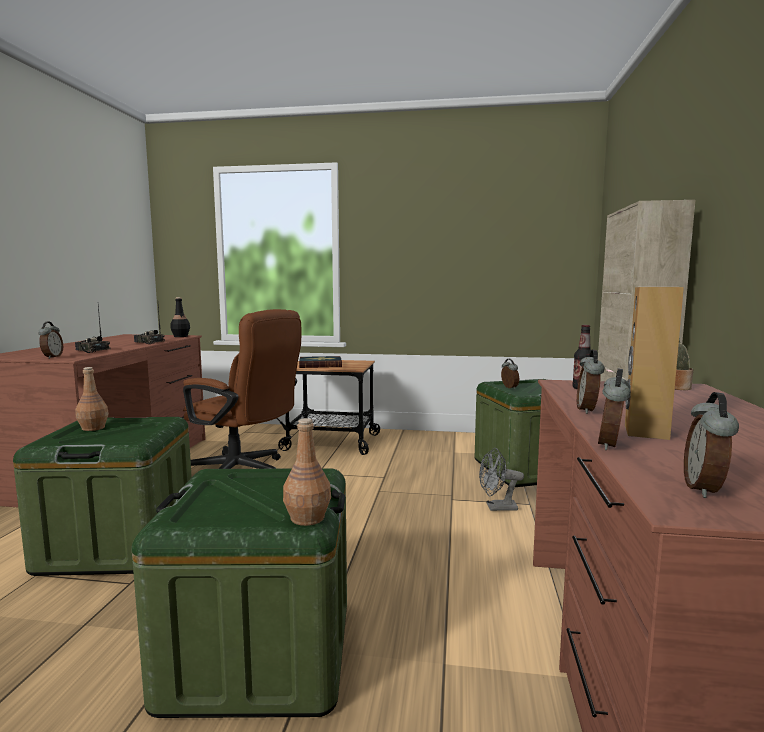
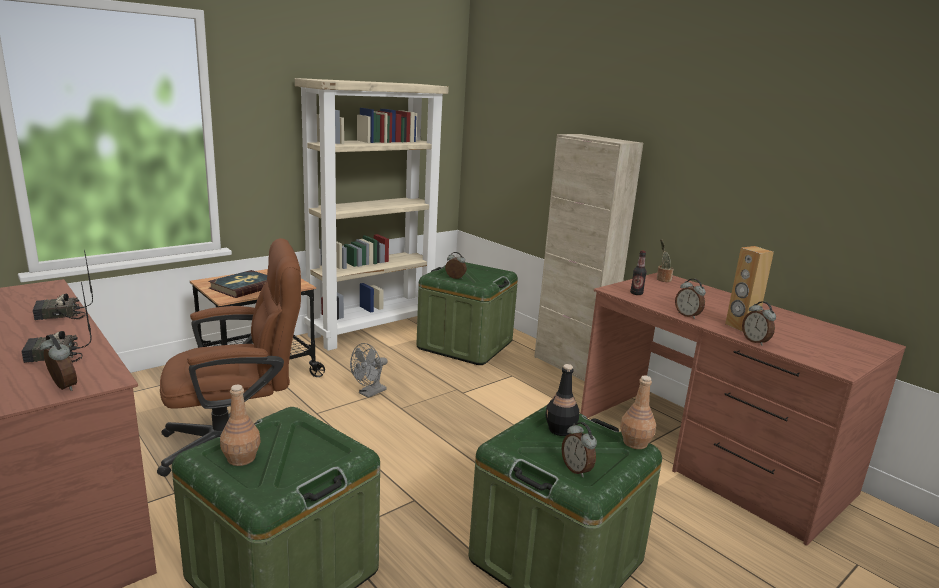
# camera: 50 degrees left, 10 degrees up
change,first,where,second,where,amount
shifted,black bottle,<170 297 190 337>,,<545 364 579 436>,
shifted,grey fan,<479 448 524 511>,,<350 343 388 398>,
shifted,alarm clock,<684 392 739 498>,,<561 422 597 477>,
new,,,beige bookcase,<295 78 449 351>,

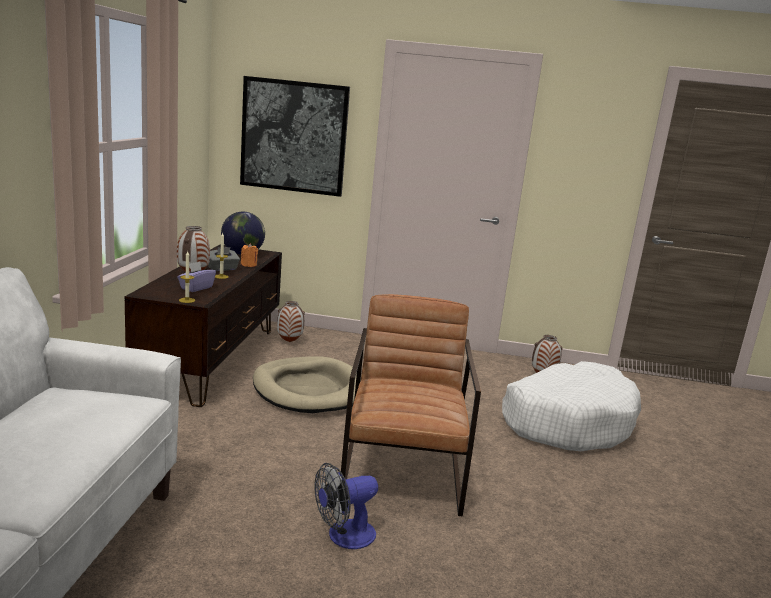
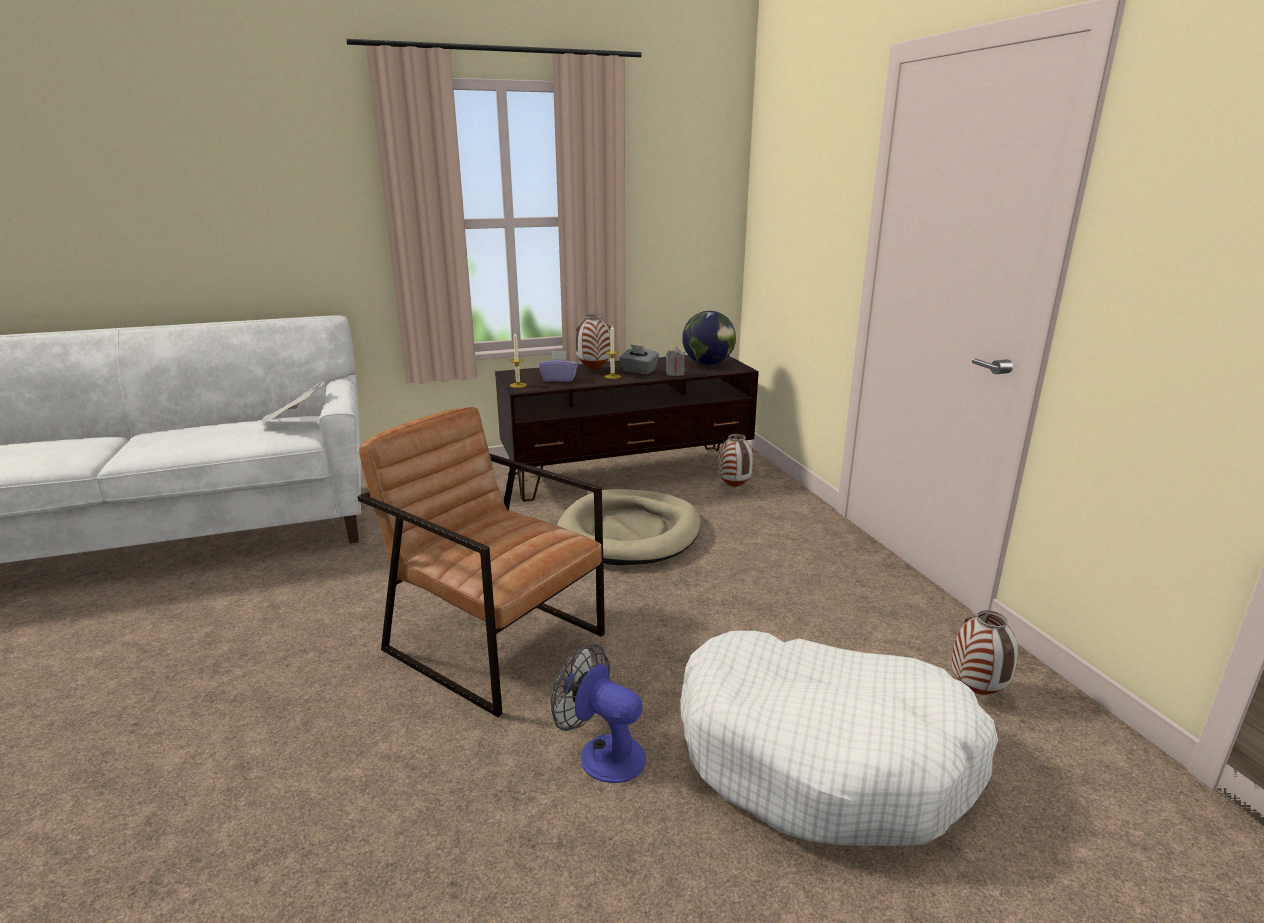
# camera: 65 degrees right, 5 degrees up
change,first,where,second,where,amount
gone,picture,<240 76 350 197>,,,
repainted,orange candle,<241 243 258 267>,grey candle,<666 347 685 376>,
shifted,fan,<314 463 378 549>,,<551 644 646 783>,
rotated,brown armchair,<341 294 481 516>,,<358 407 605 717>,120 degrees counterclockwise
new,,,newspaper,<261 381 325 426>,

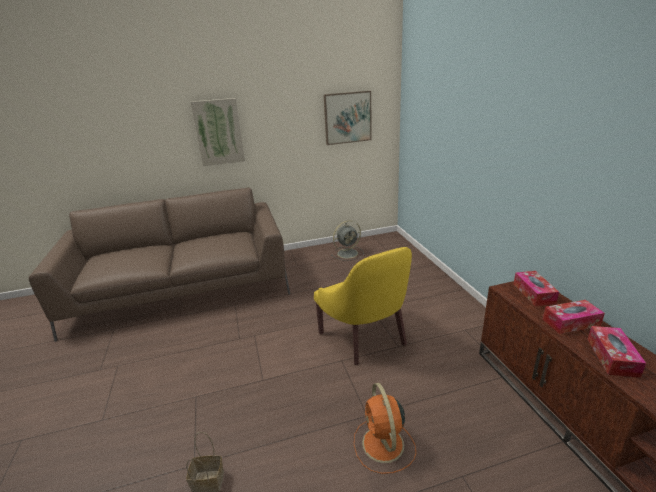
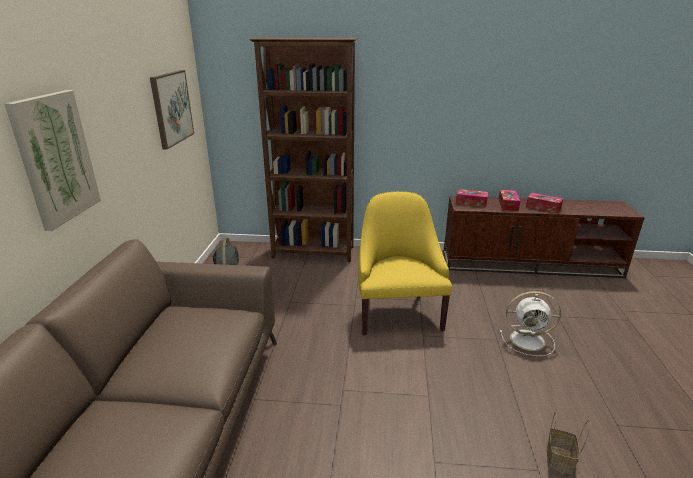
# camera: 70 degrees left, 0 degrees up
change,first,where,second,where,amount
rotated,yellow armchair,<314 247 412 365>,,<358 191 452 335>,90 degrees counterclockwise
repainted,orange fan,<354 383 416 474>,white fan,<500 291 561 356>,
new,,,brown bookcase,<250 37 358 262>,

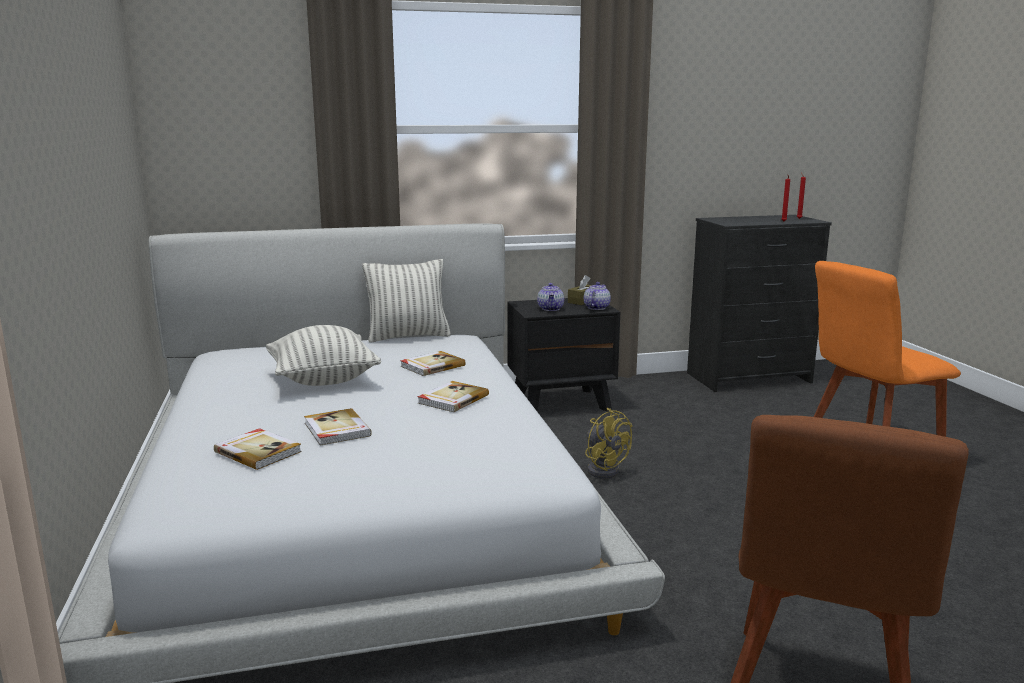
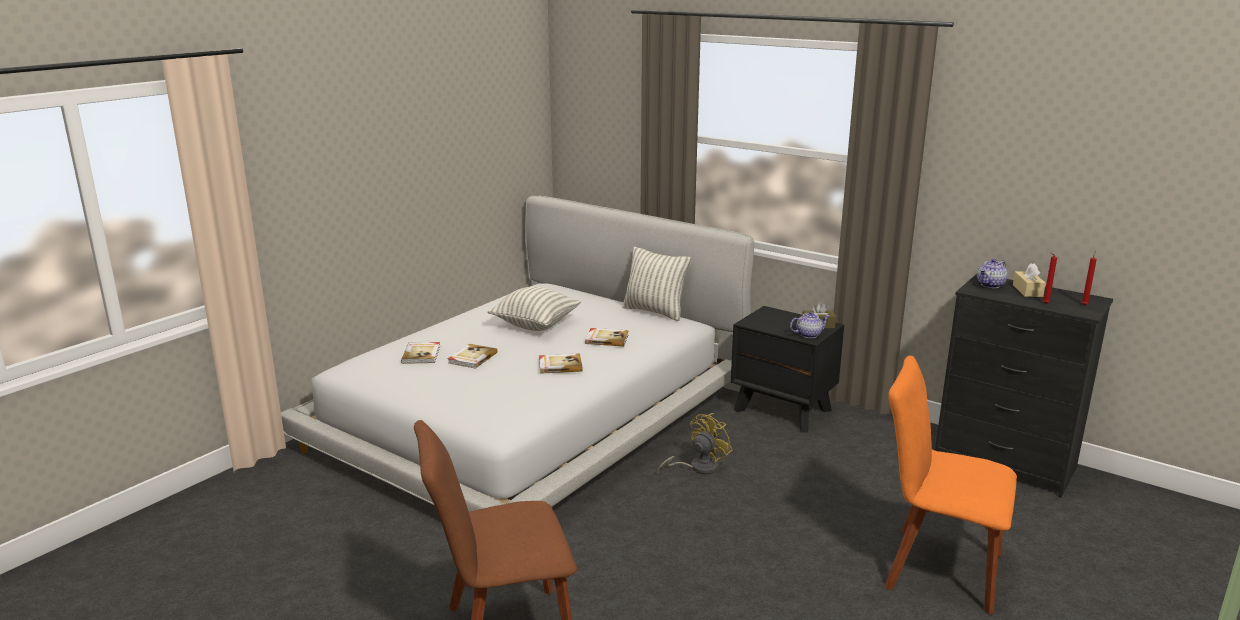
# camera: 50 degrees right, 5 degrees up
change,first,where,second,where,amount
shifted,teapot,<537 283 564 311>,,<977 259 1007 288>,
rotated,yellow fan,<585 408 632 479>,,<657 413 733 475>,150 degrees counterclockwise
new,,,beige tissue box,<1013 263 1046 297>,

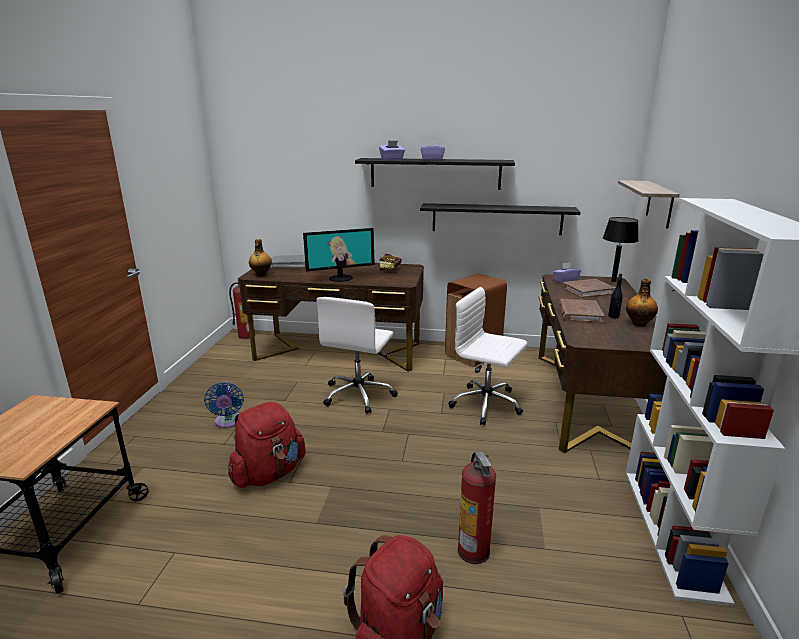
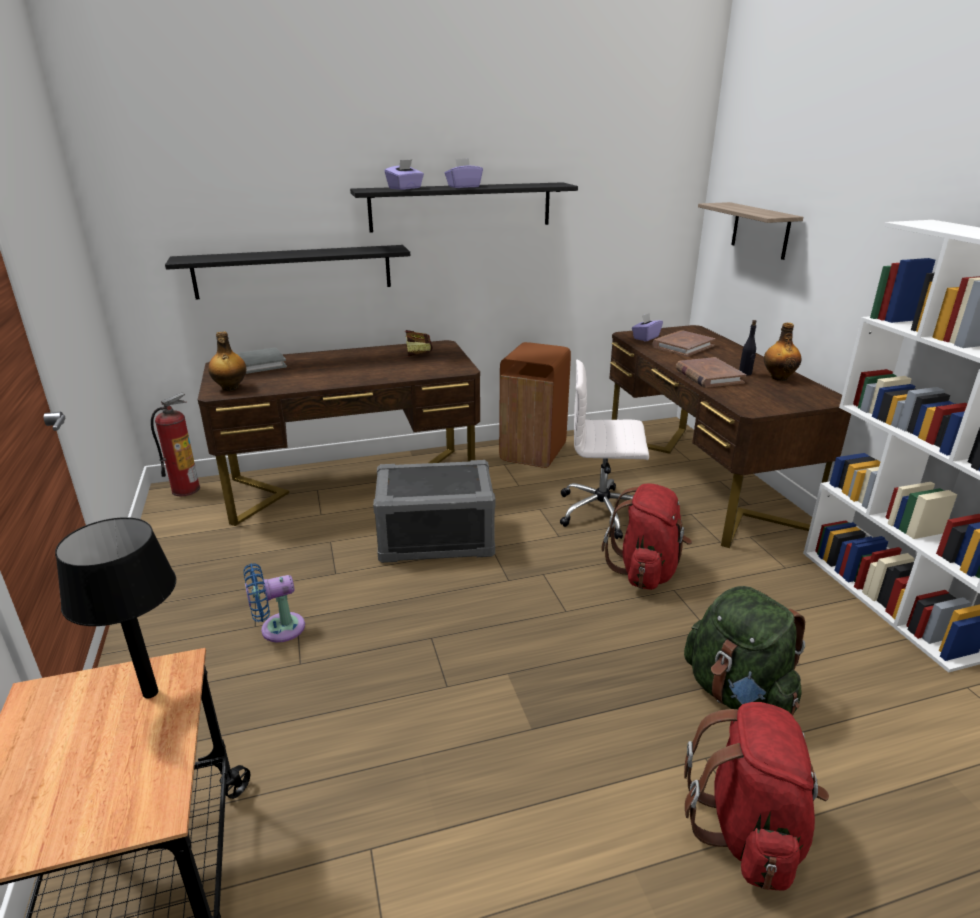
# camera: 25 degrees left, 5 degrees up
change,first,where,second,where,amount
rotated,blue fan,<204 382 244 428>,,<243 563 305 642>,105 degrees clockwise
shifted,red backpack,<228 402 306 488>,,<602 484 692 590>,
gone,monitor,<303 228 375 282>,,,
swapped,white office chair,<317 297 398 414>,grey storage box,<373 460 496 563>,
shifted,black shelf,<420 203 581 235>,,<165 245 410 300>,
swapped,fire extinguisher,<457 452 496 564>,green backpack,<684 586 805 716>,
shifted,black table lamp,<603 217 639 282>,,<55 517 176 699>,

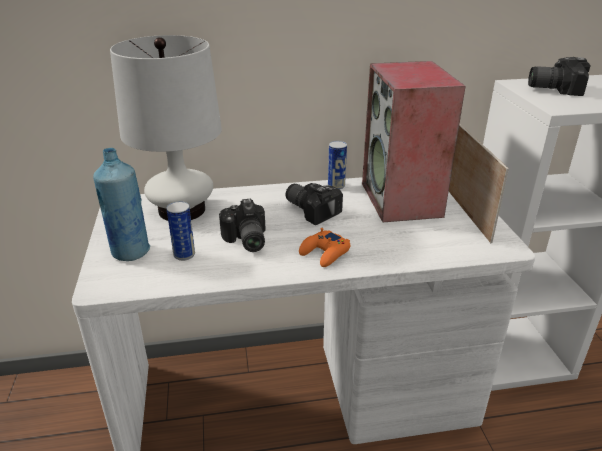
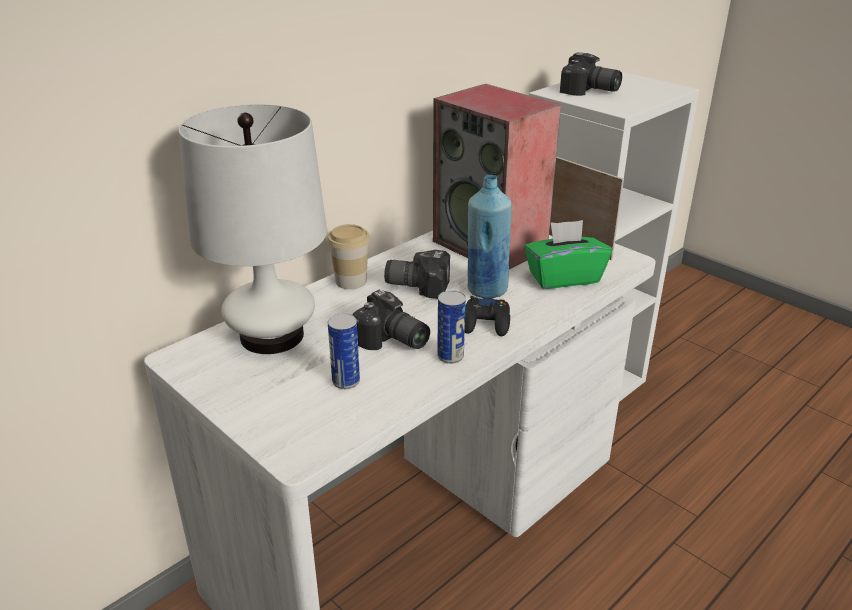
# camera: 35 degrees left, 0 degrees up
change,first,where,second,where,amount
shifted,blue bottle,<93 148 150 261>,,<468 175 512 298>,
repainted,orange game controller,<299 228 351 267>,black game controller,<465 296 510 336>,
shifted,can,<328 141 347 190>,,<437 291 466 364>,
rotated,photo camera,<528 57 591 96>,,<560 52 622 96>,120 degrees counterclockwise
new,,,cup,<327 224 370 289>,
new,,,green tissue box,<524 220 612 289>,

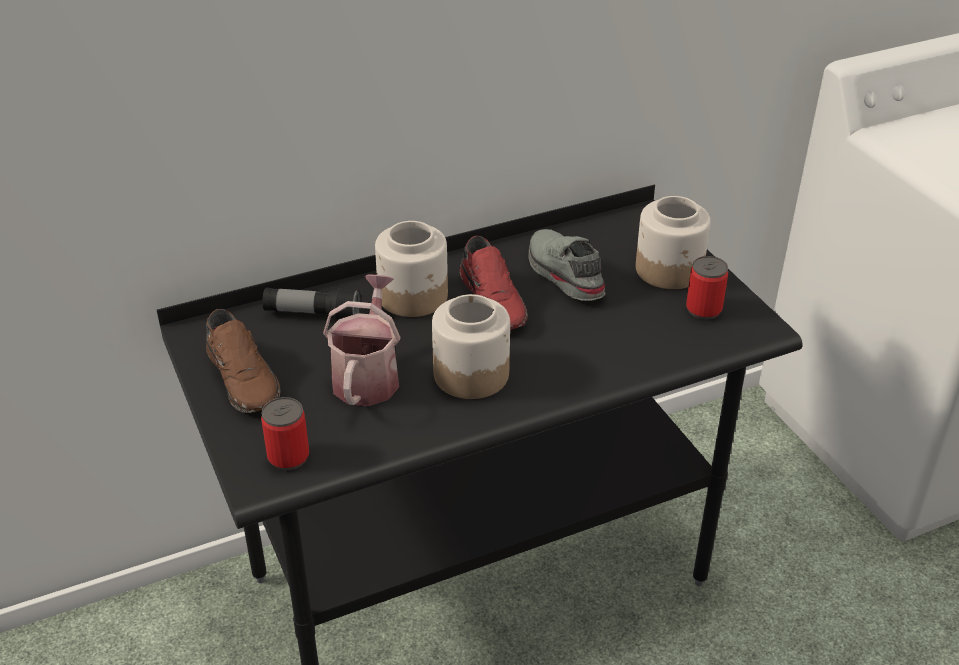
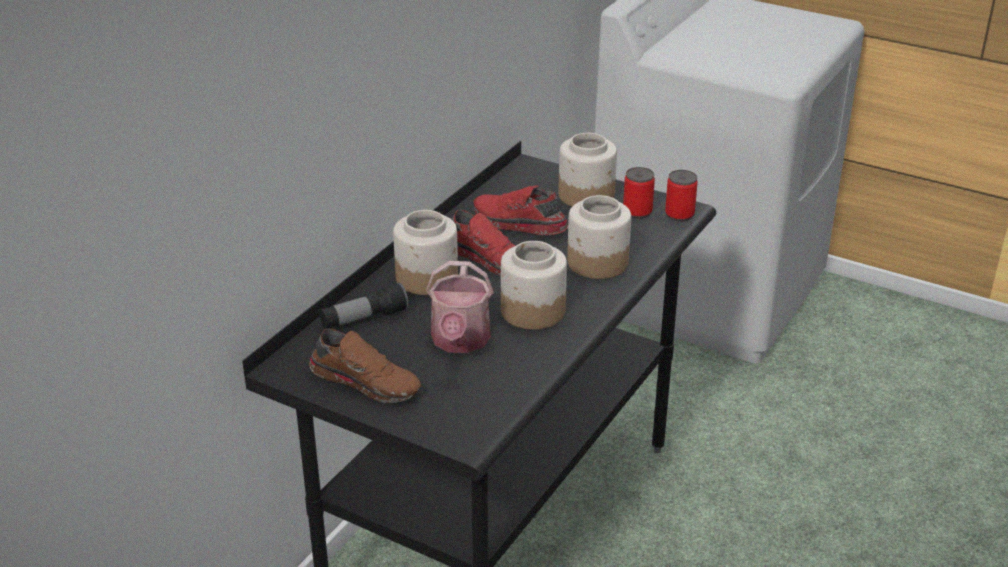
# camera: 35 degrees left, 5 degrees down
change,first,where,second,where,amount
shifted,can,<261 397 309 470>,,<665 170 698 222>,
rotated,watering can,<323 274 401 406>,,<426 261 494 353>,150 degrees counterclockwise
repainted,grey shoe,<528 229 605 301>,red shoe,<473 185 568 235>,
new,,,jar,<567 195 631 279>,

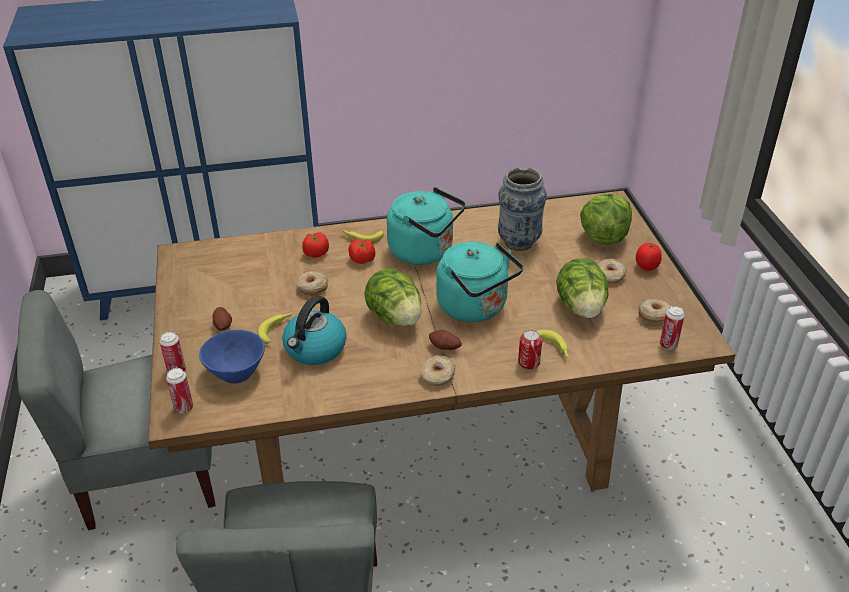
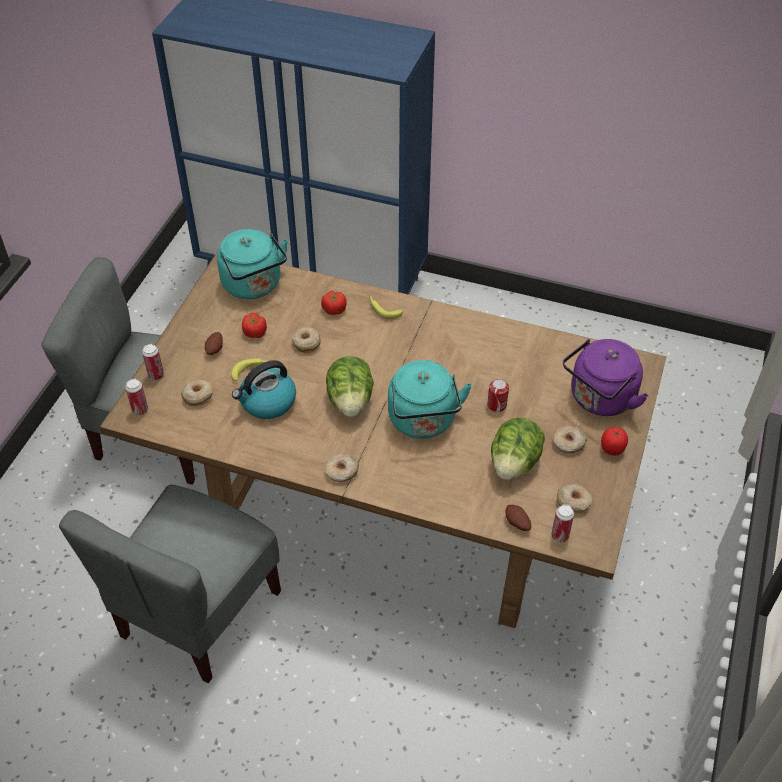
# camera: 30 degrees right, 10 degrees up
change,first,where,second,where,amount
swapped,blue bowl,<199 330 265 383>,donut,<181 380 213 406>,
shifted,tomato,<349 239 375 264>,,<242 313 267 338>,
shifted,turquoise kettle,<387 187 466 265>,,<217 229 288 299>,
shifted,potato,<429 330 462 350>,,<505 505 531 531>,
gone,vase,<498 167 547 251>,,,
shifted,can,<518 330 542 370>,,<487 379 509 412>,
gone,banana,<537 330 569 358>,,,
swapped,lettuce,<580 194 632 245>,purple kettle,<563 339 649 416>,

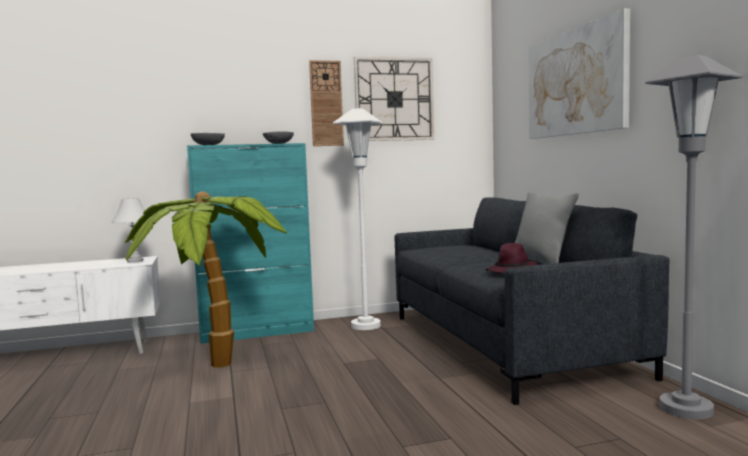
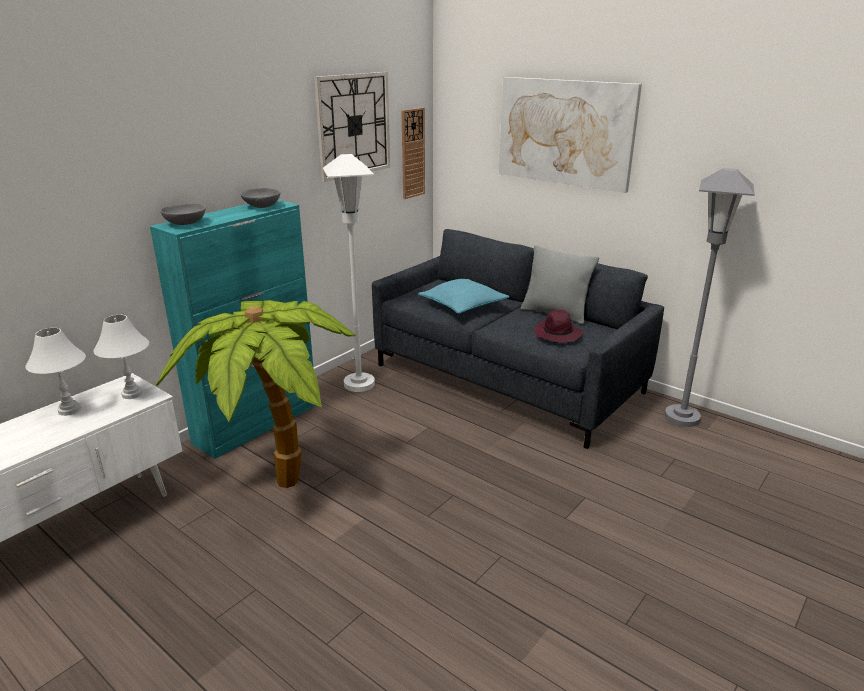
# camera: 35 degrees left, 20 degrees up
change,first,where,second,where,amount
shifted,wall clock,<309 60 344 146>,,<401 107 425 199>,
new,,,white table lamp,<25 328 86 416>,
new,,,turquoise pillow,<418 279 509 314>,

